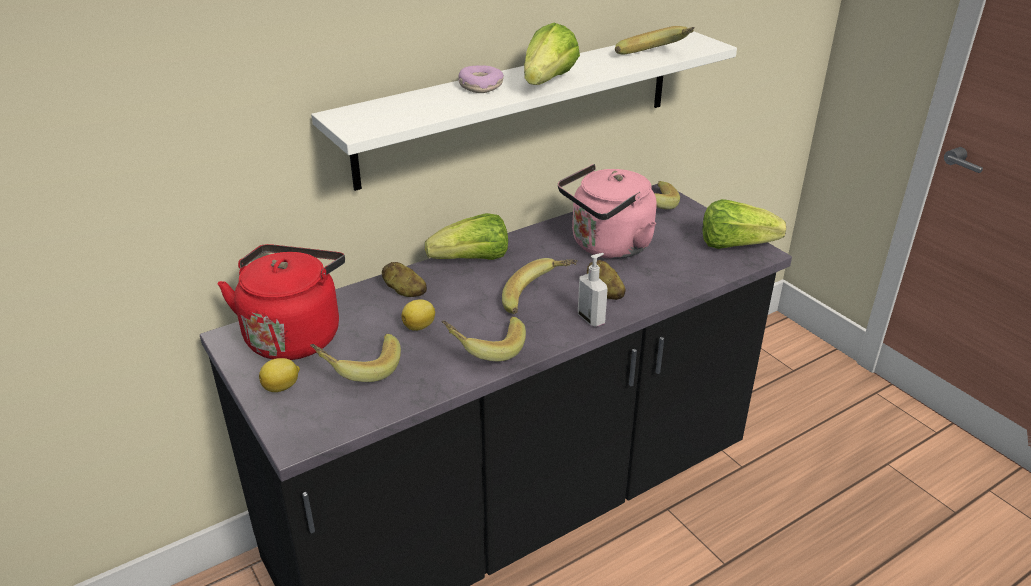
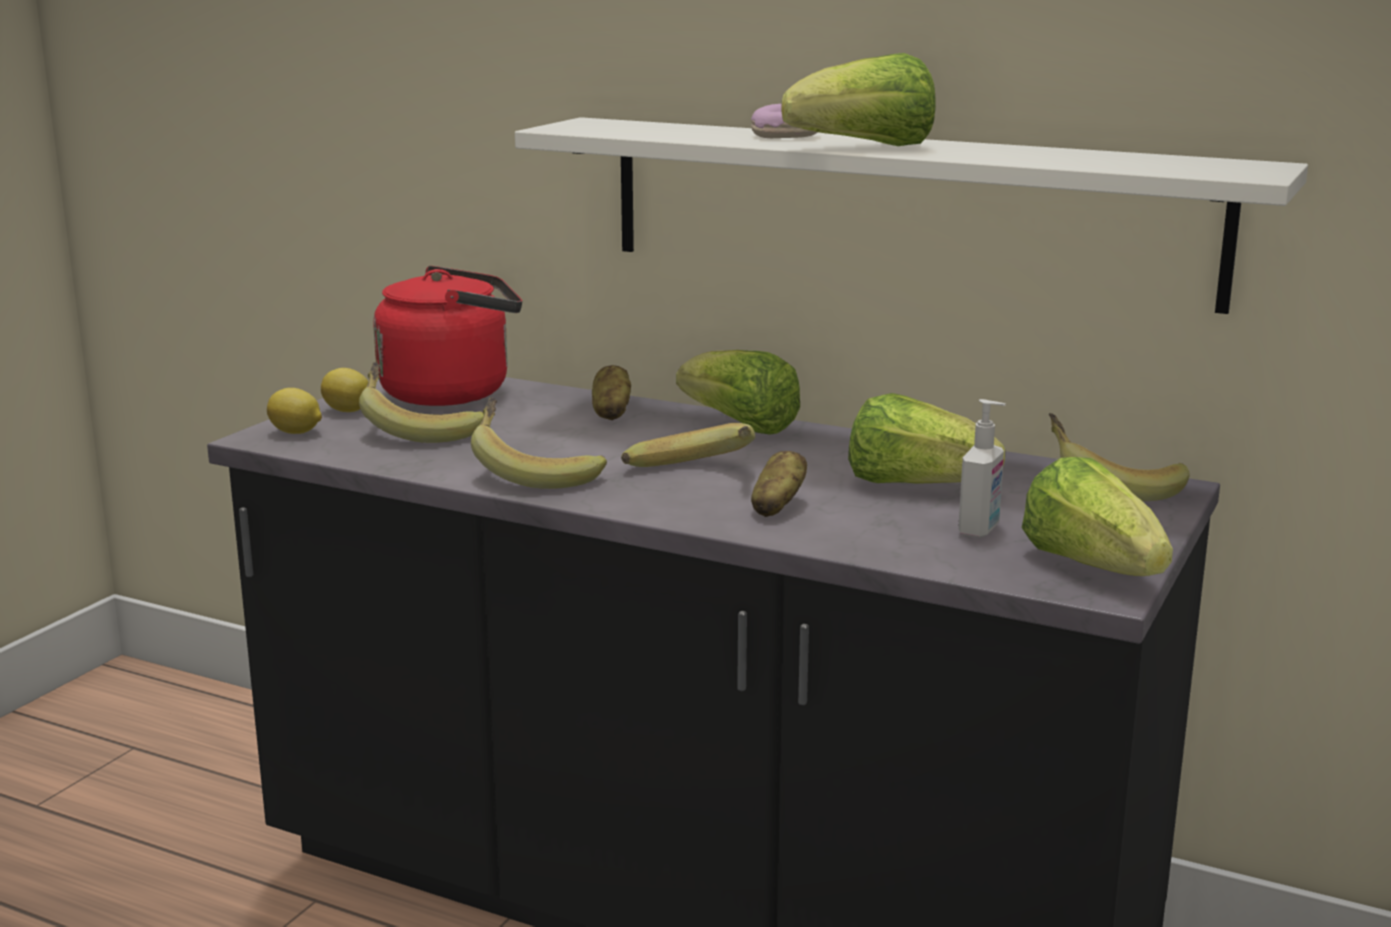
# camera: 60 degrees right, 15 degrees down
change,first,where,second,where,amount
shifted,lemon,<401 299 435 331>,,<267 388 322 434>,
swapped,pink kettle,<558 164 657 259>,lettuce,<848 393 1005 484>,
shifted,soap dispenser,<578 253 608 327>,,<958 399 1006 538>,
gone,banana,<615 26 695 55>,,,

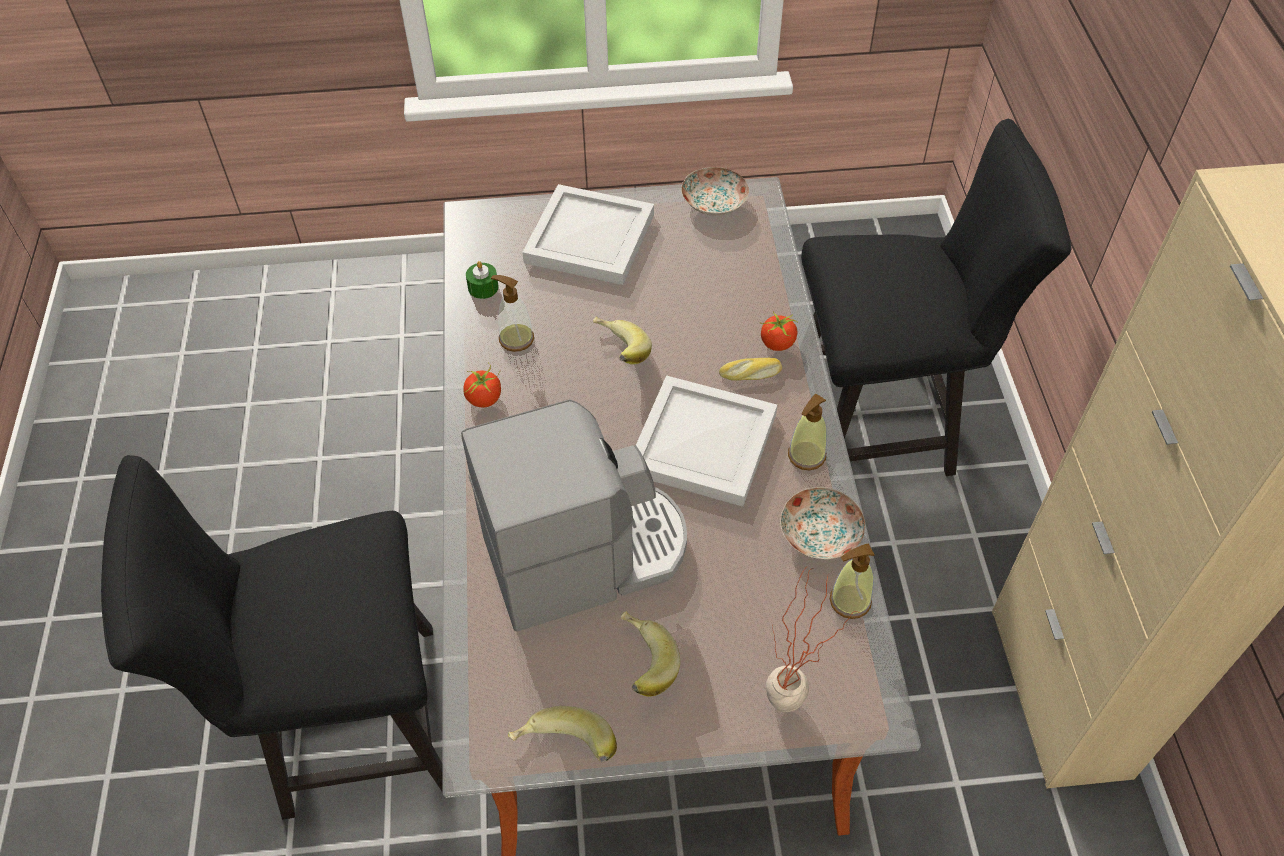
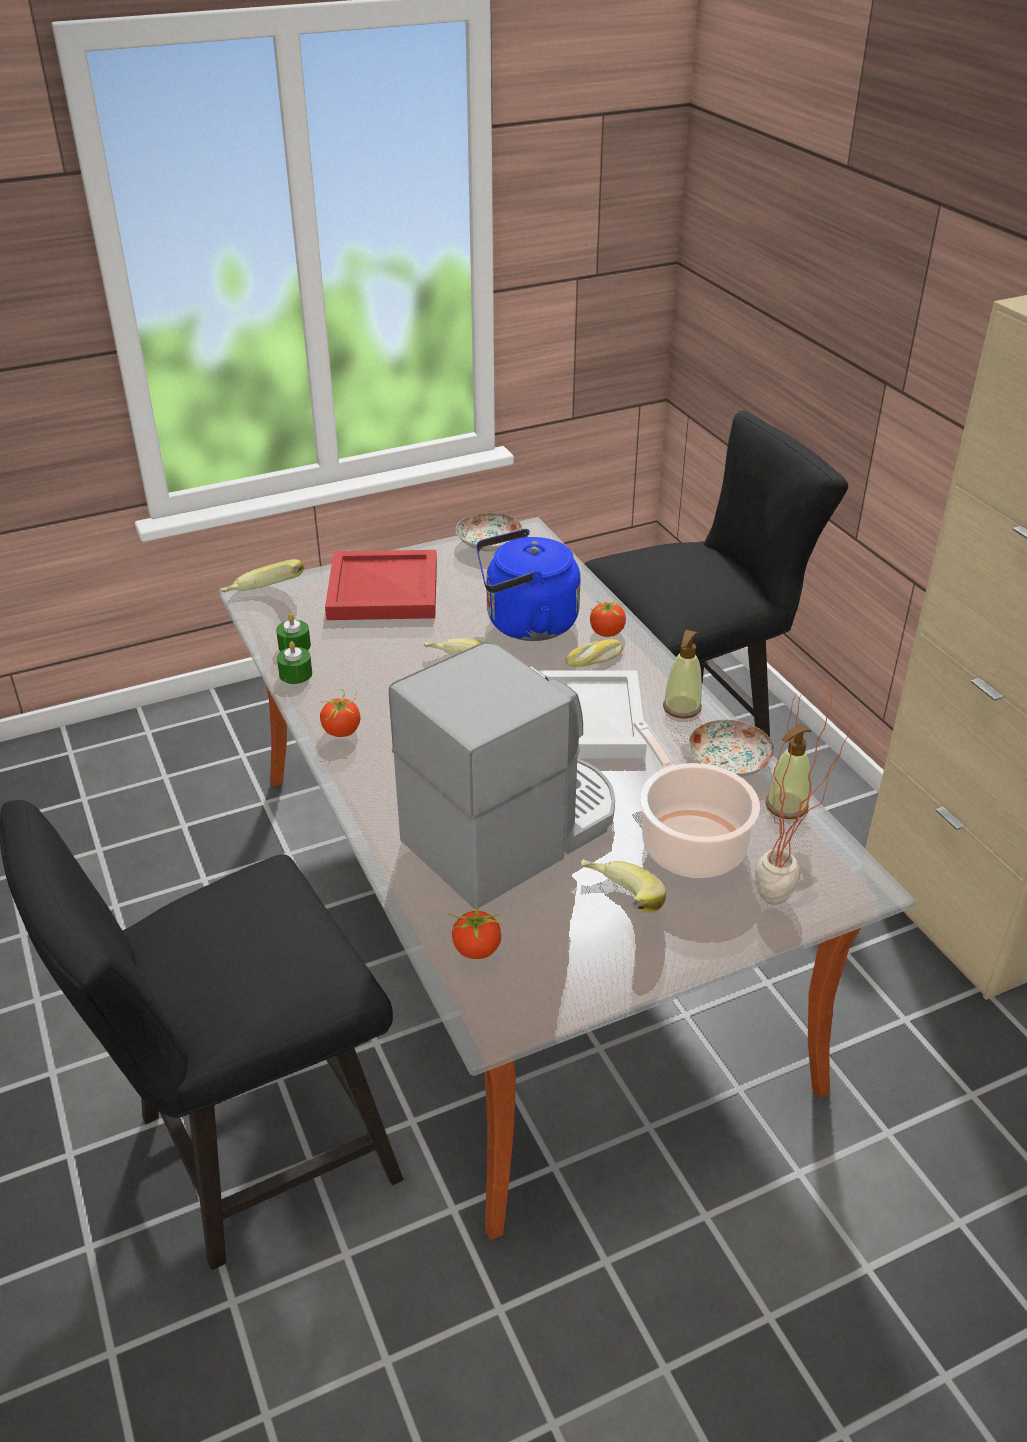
# camera: 20 degrees left, 15 degrees down
change,first,where,second,where,amount
gone,soap dispenser,<491 275 534 352>,,,
shifted,banana,<508 706 617 763>,,<220 559 304 592>,
repainted,white tray,<522 184 654 285>,red tray,<325 550 437 620>,
new,,,green candle,<277 641 312 684>,
new,,,tomato,<449 905 503 959>,
new,,,blue kettle,<476 529 581 641>,
new,,,cooking pot,<633 719 760 878>,

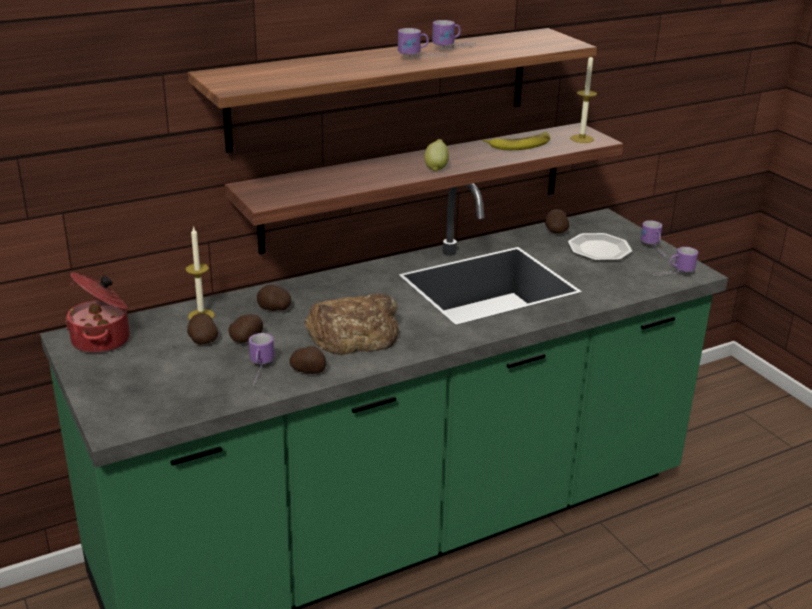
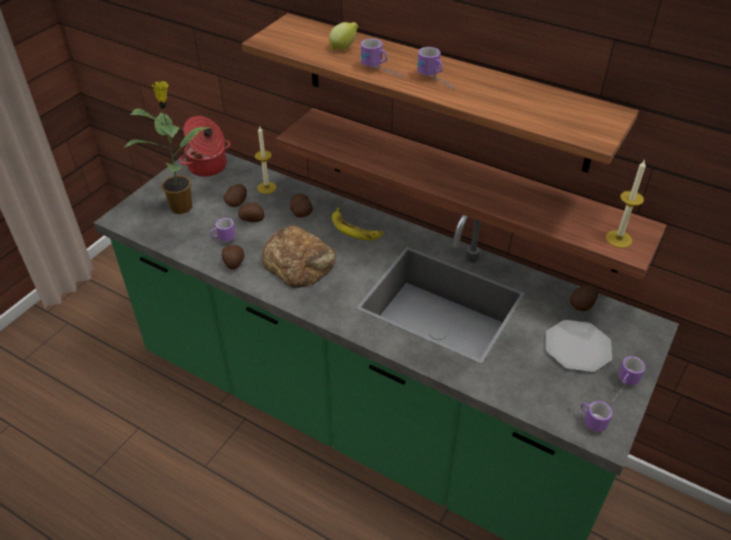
# camera: 60 degrees right, 15 degrees up
change,first,where,second,where,amount
shifted,lemon,<424 139 449 171>,,<329 22 358 51>,
shifted,mug,<432 20 476 49>,,<361 38 403 78>,
shifted,banana,<483 132 550 150>,,<332 207 384 240>,
new,,,potted plant,<123 81 211 214>,

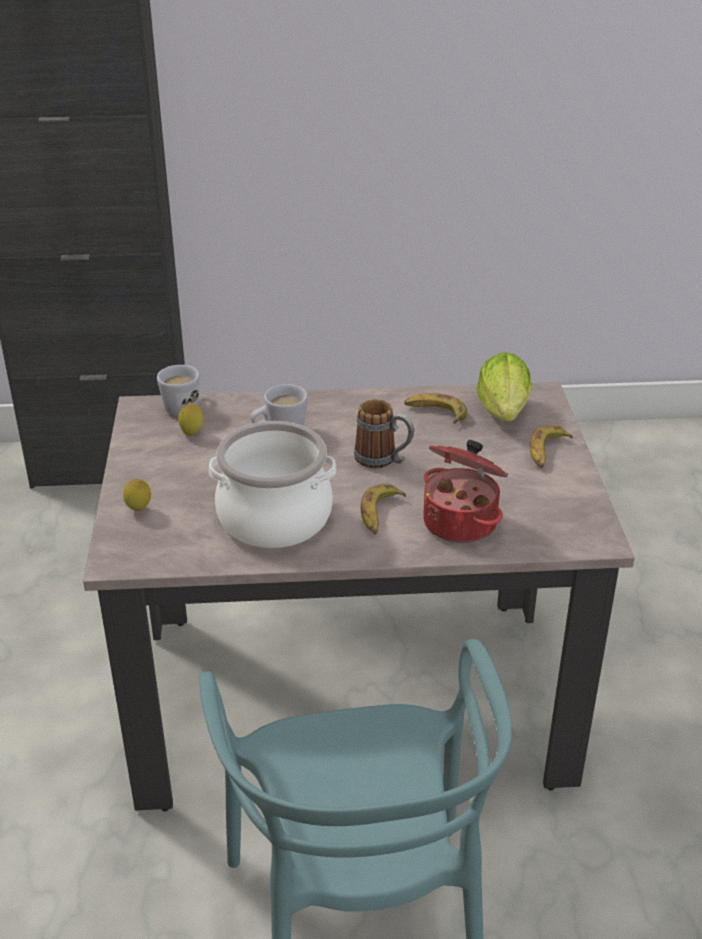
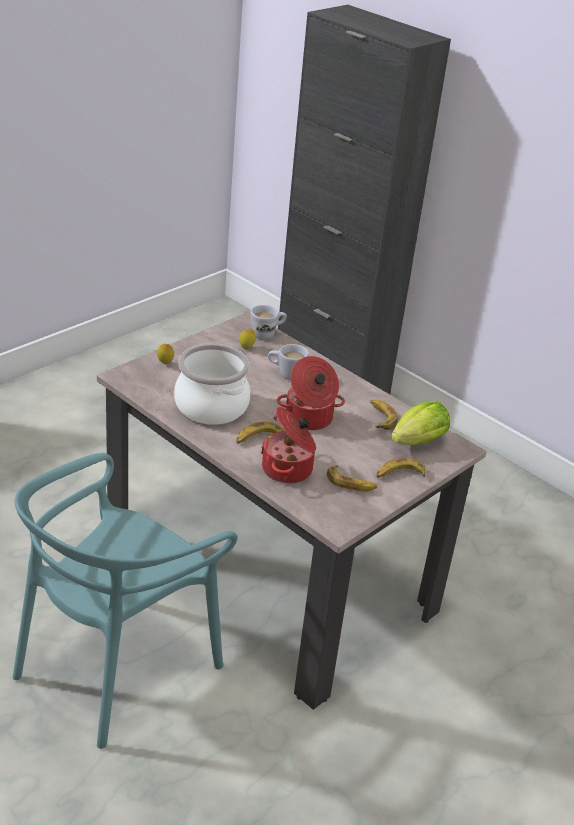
# camera: 45 degrees right, 0 degrees up
change,first,where,second,where,amount
swapped,mug,<354 399 414 468>,cooking pot,<277 356 345 431>,
new,,,banana,<327 465 377 491>,

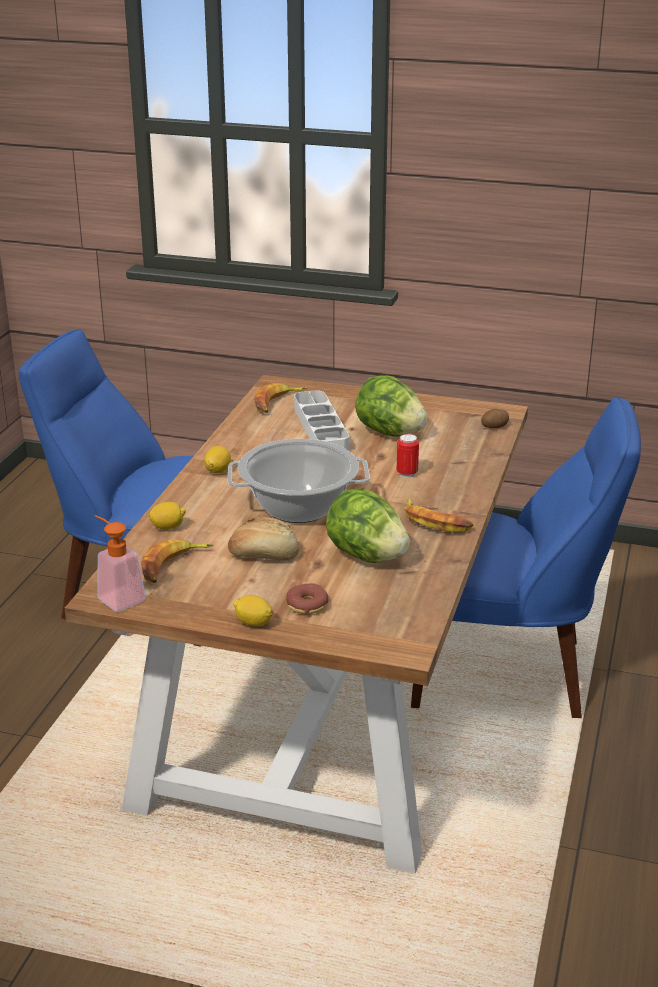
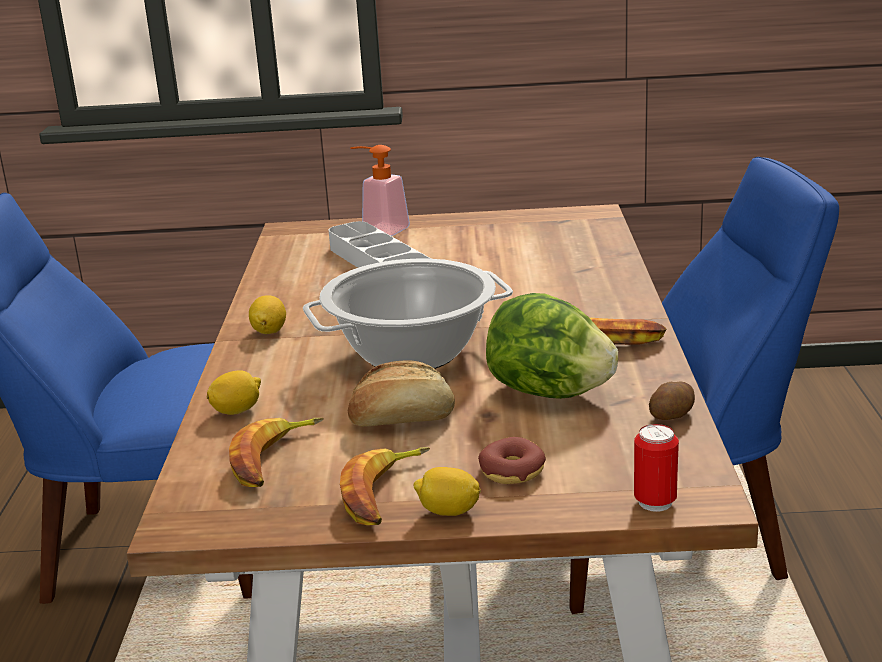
# camera: 15 degrees left, 5 degrees down
change,first,where,second,where,amount
shifted,soap dispenser,<95 515 146 612>,,<350 145 410 236>,
shifted,banana,<254 383 307 413>,,<340 447 430 525>,
gone,lettuce,<355 375 427 437>,,,
shifted,can,<397 434 419 478>,,<634 424 679 512>,
shifted,potato,<481 408 509 428>,,<649 381 695 420>,

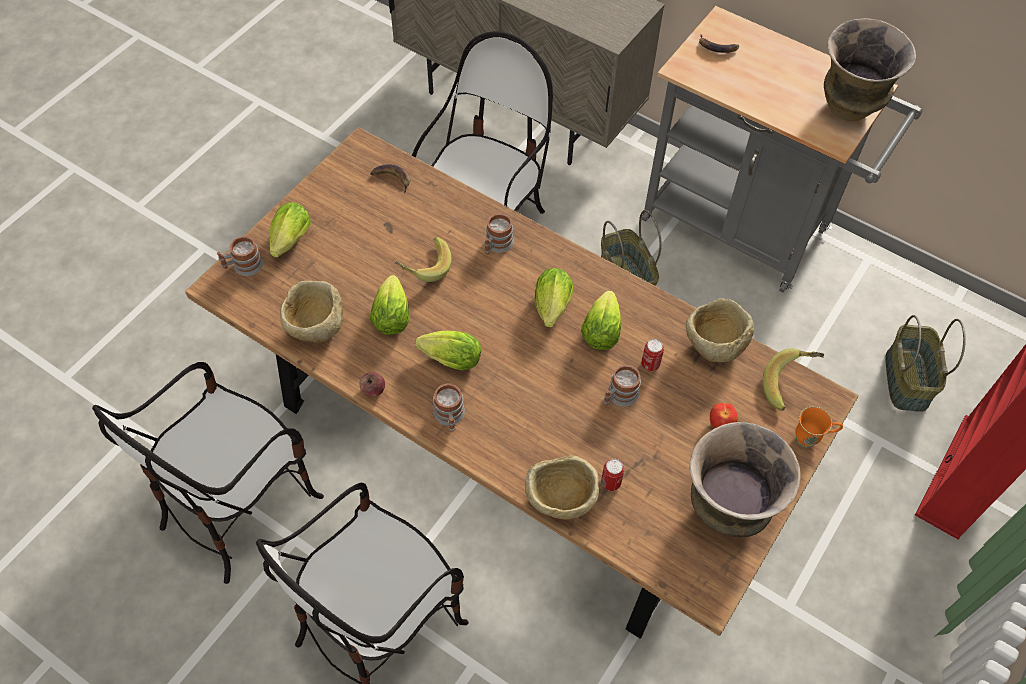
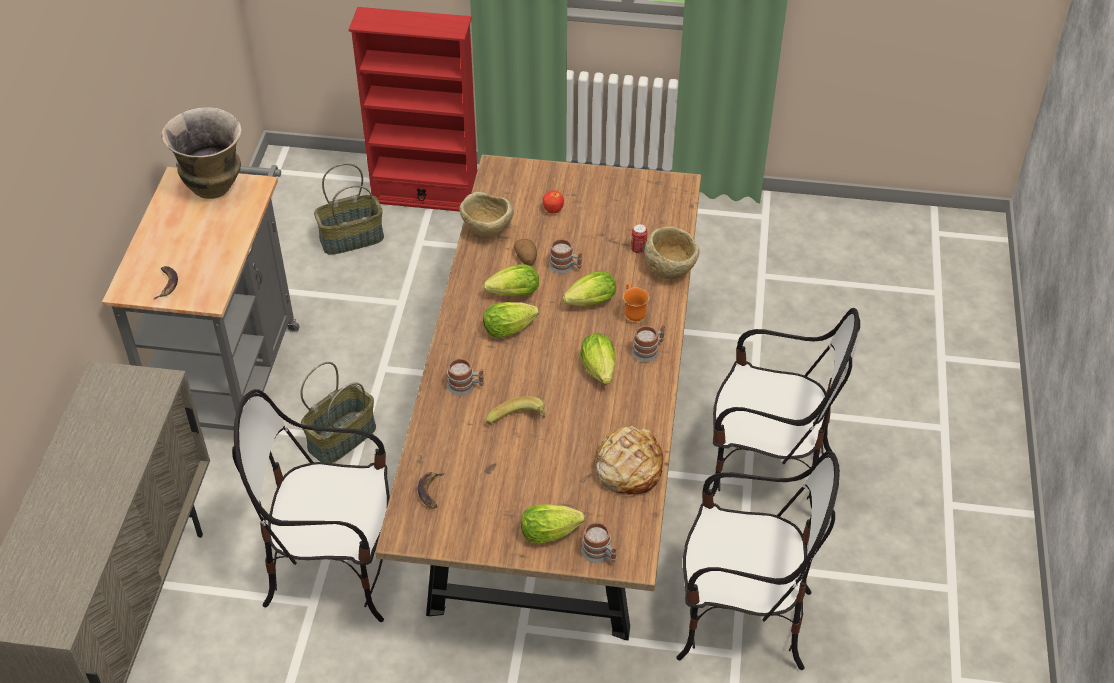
# camera: 115 degrees left, 10 degrees down
change,first,where,second,where,amount
swapped,beige bowl,<280 281 343 343>,bread,<595 426 663 495>,
gone,apple,<360 372 385 397>,,,
shifted,lettuce,<370 275 409 335>,,<563 271 616 306>,
swapped,can,<641 339 664 371>,potato,<514 239 537 266>,
gone,vase,<690 422 801 537>,,,
gone,banana,<763 348 824 411>,,,
shifted,orange mug,<796 407 843 448>,,<623 283 649 324>,

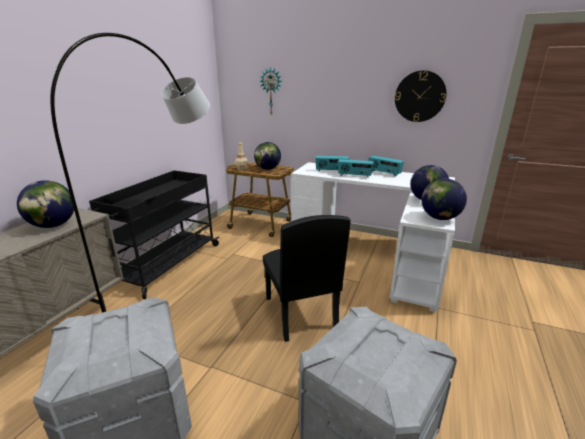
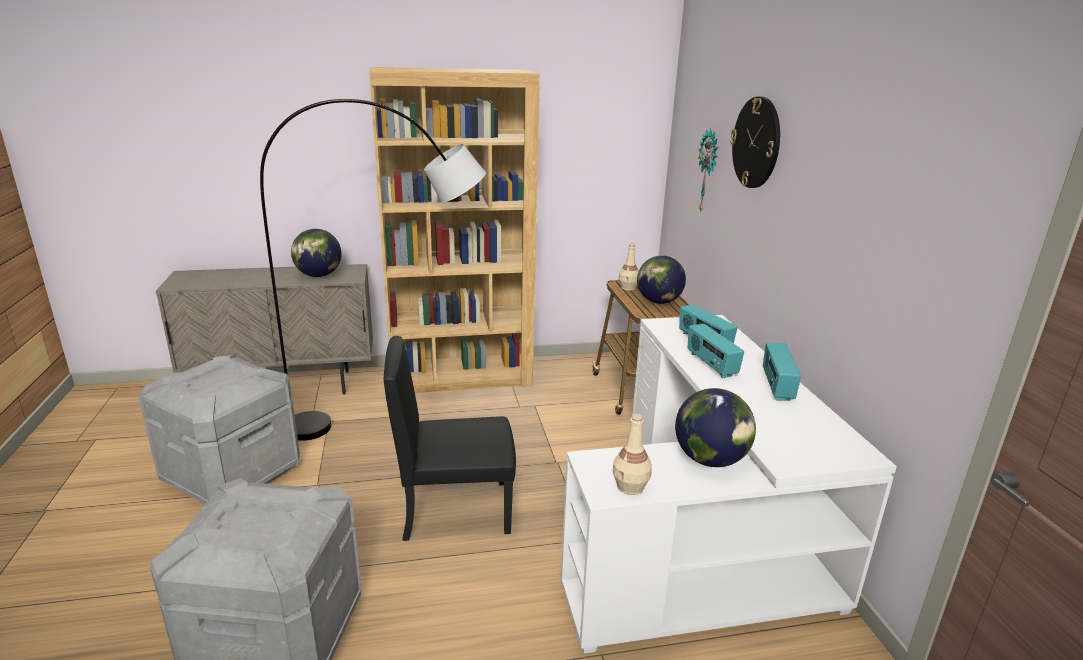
# camera: 55 degrees right, 0 degrees up
change,first,where,second,where,amount
swapped,black cart,<89 170 220 299>,brown bookcase,<369 67 540 393>,
rotated,black chair,<263 215 351 342>,,<384 336 516 541>,45 degrees clockwise
shifted,wall clock,<395 70 446 122>,,<730 96 780 188>,
swapped,globe,<421 178 467 220>,beige bottle,<613 414 652 495>,

